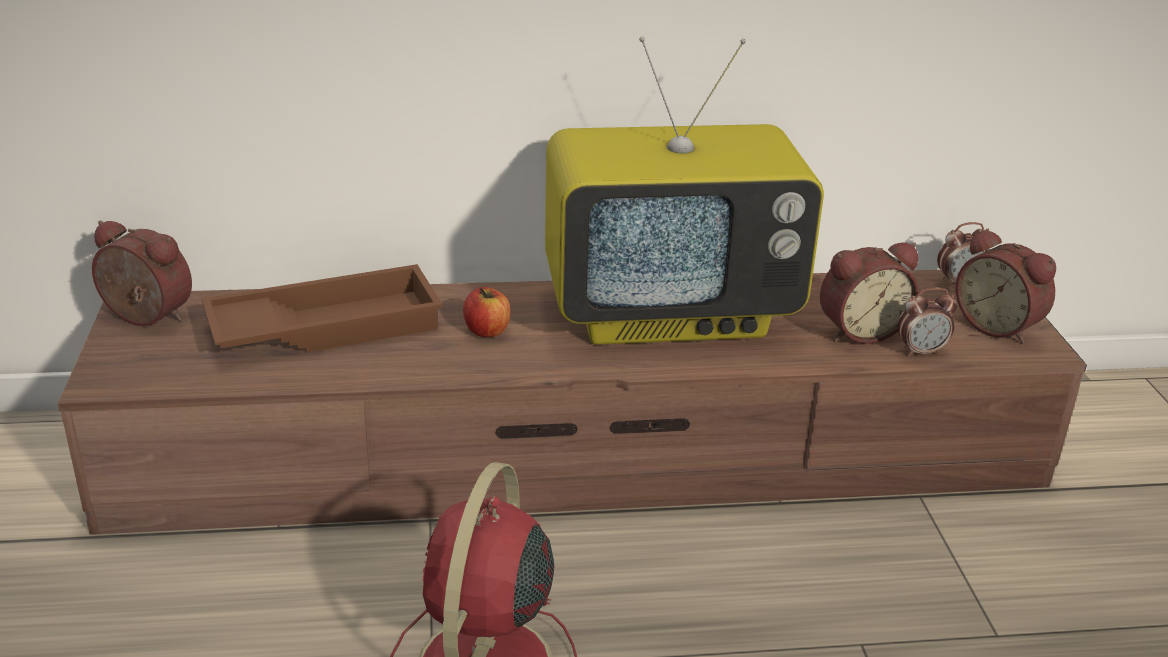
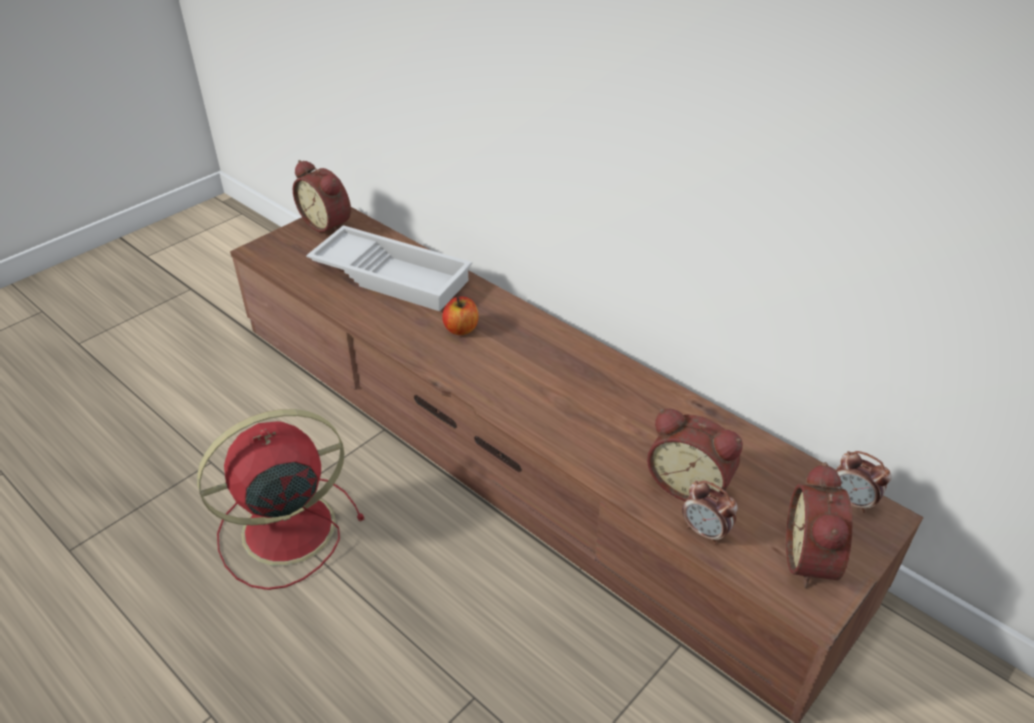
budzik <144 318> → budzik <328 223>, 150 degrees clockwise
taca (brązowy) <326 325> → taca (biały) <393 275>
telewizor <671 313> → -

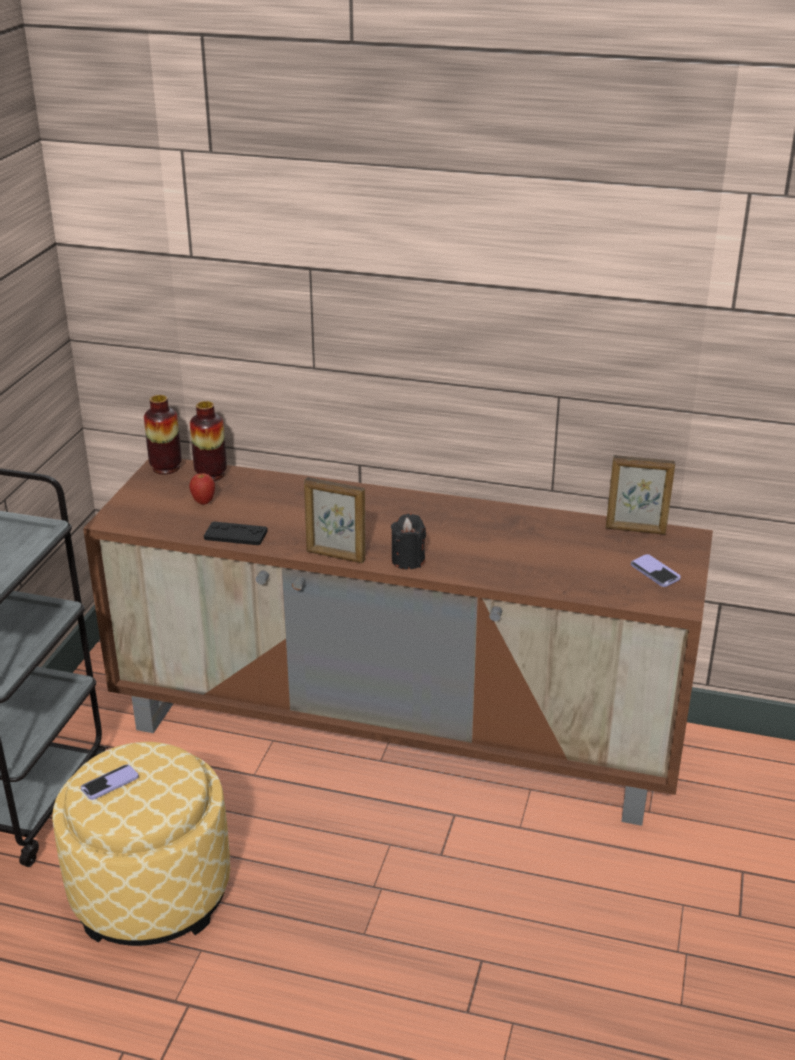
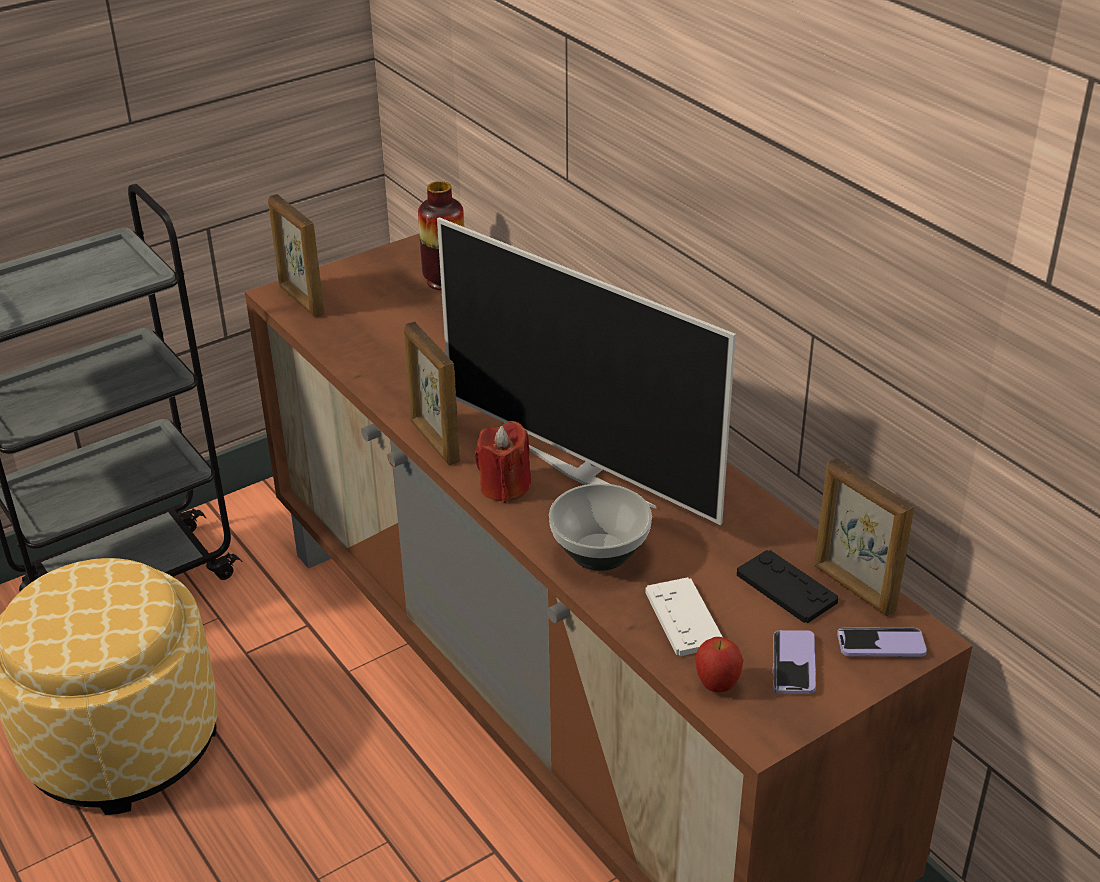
telefon <110 783> → telefon <881 644>, relocated
wazon <166 468> → -
jabłko <203 502> → jabłko <717 685>, relocated
pad do gier (czarny) <236 535> → pad do gier (czarny) <786 588>, relocated
świeca (czarny) <408 560> → świeca (czerwony) <504 487>
- → ramka na zdjęcie <301 300>
- → telewizor <586 472>
- → miska <598 553>
- → pad do gier (biały) <683 618>

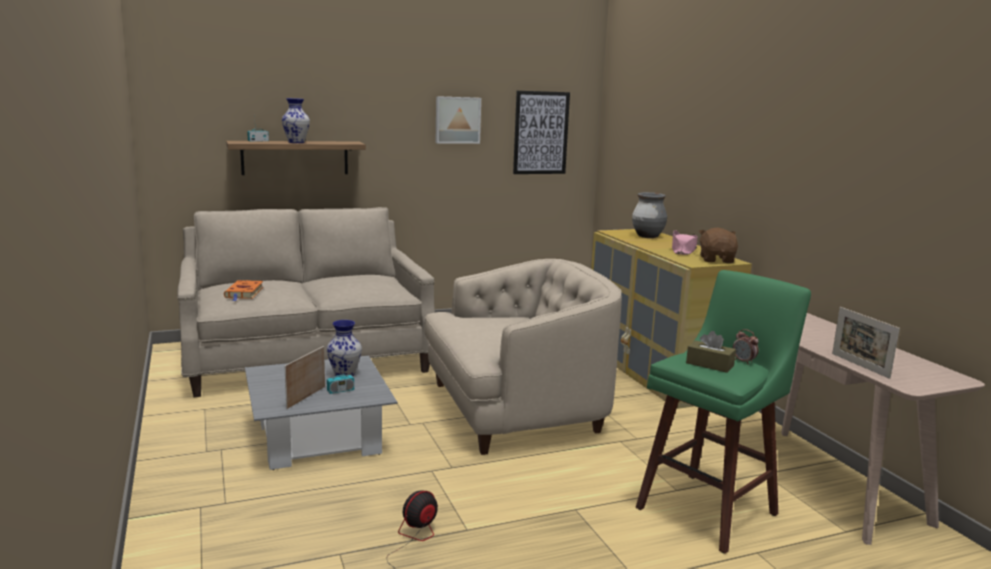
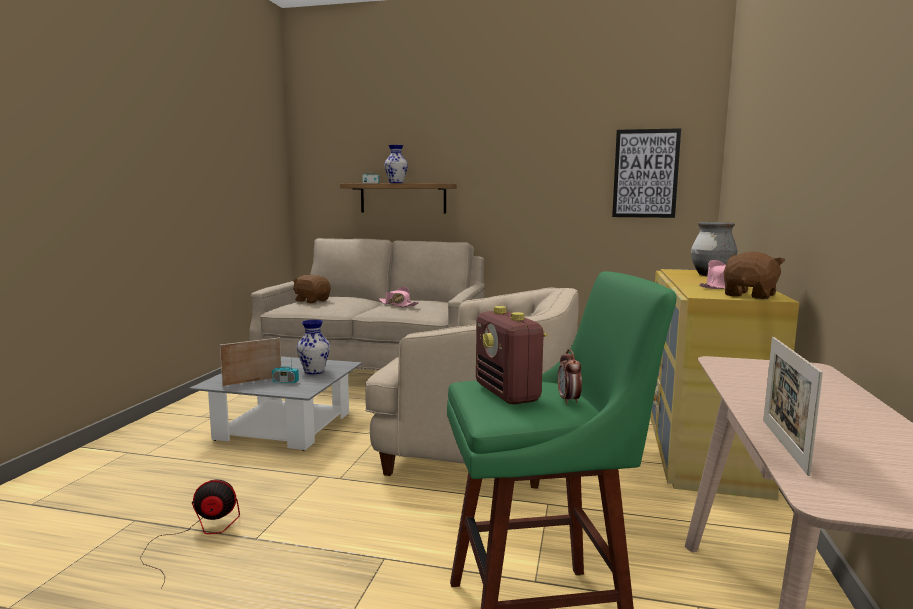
książka (pomarańczowy) <244 293> → pluszak (brązowy) <312 301>
obraz <457 120> → -
pudełko chusteczek (brązowy) <709 364> → radio <508 394>
- → kapelusz (różowy) <397 305>

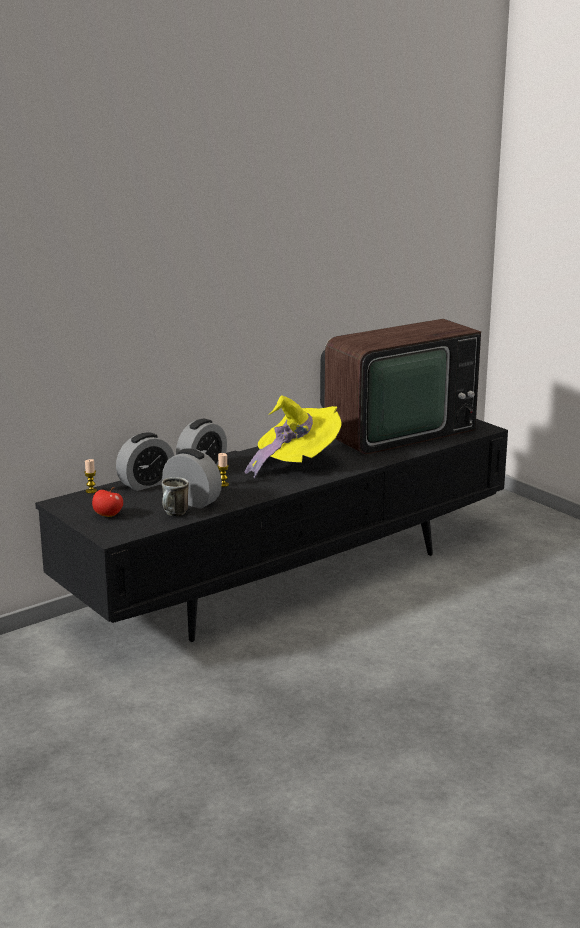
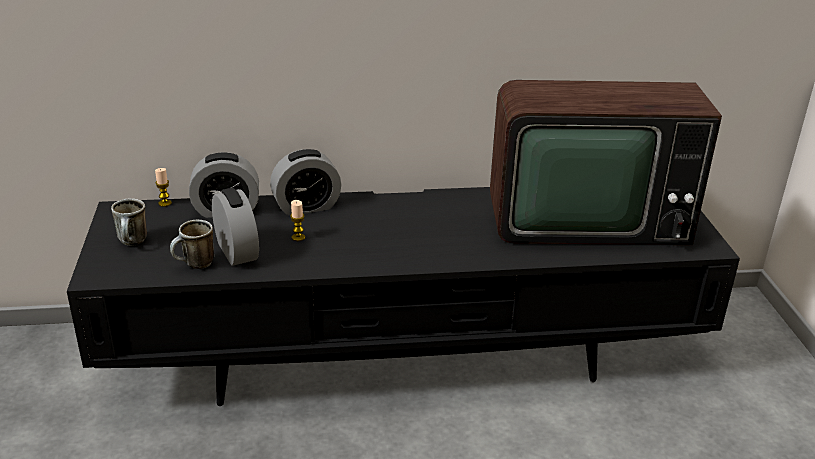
jabłko <108 515> → kubek <133 243>
kapelusz (żółty) <295 464> → -

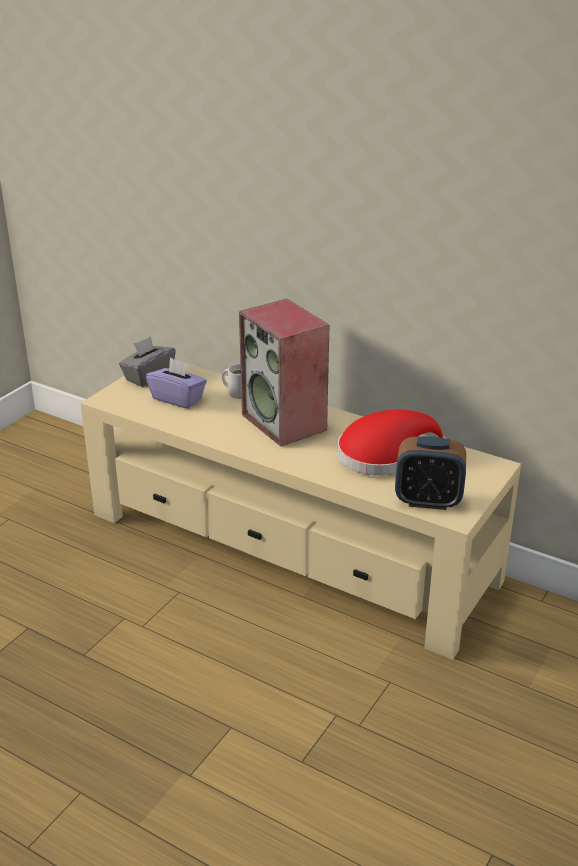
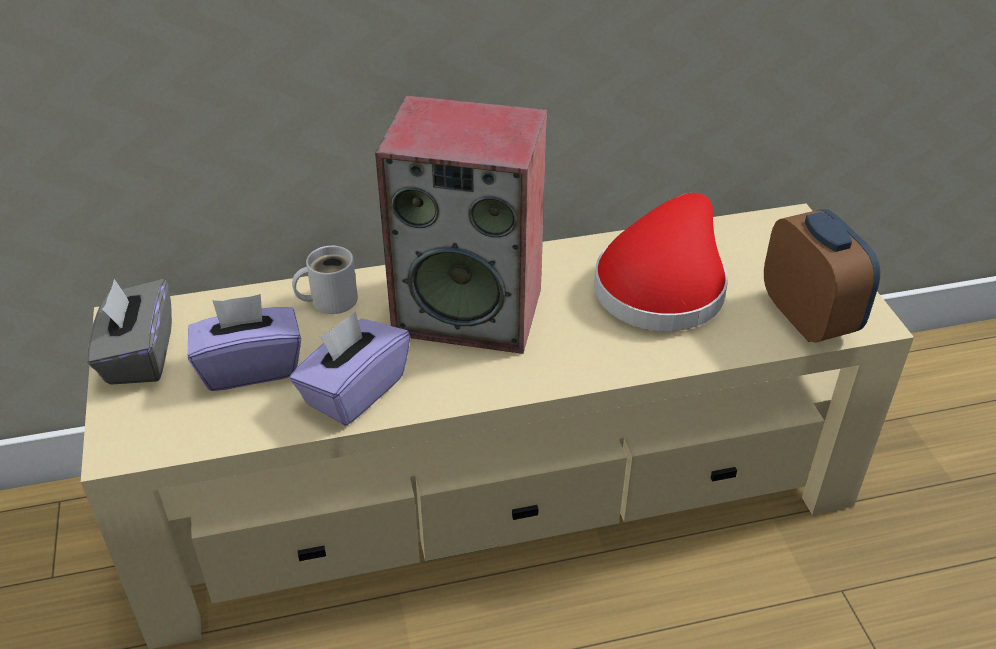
budzik <428 501> → budzik <808 318>, 75 degrees counterclockwise
- → pudełko chusteczek (fioletowy) <354 391>

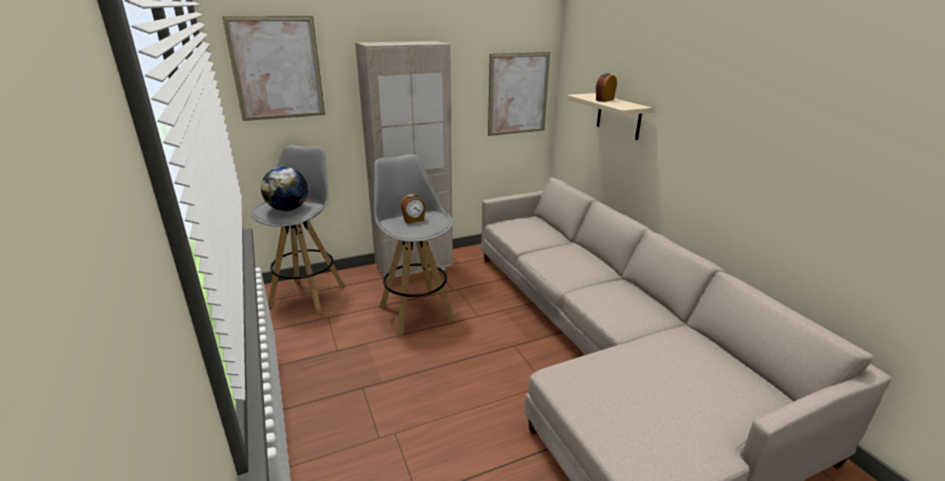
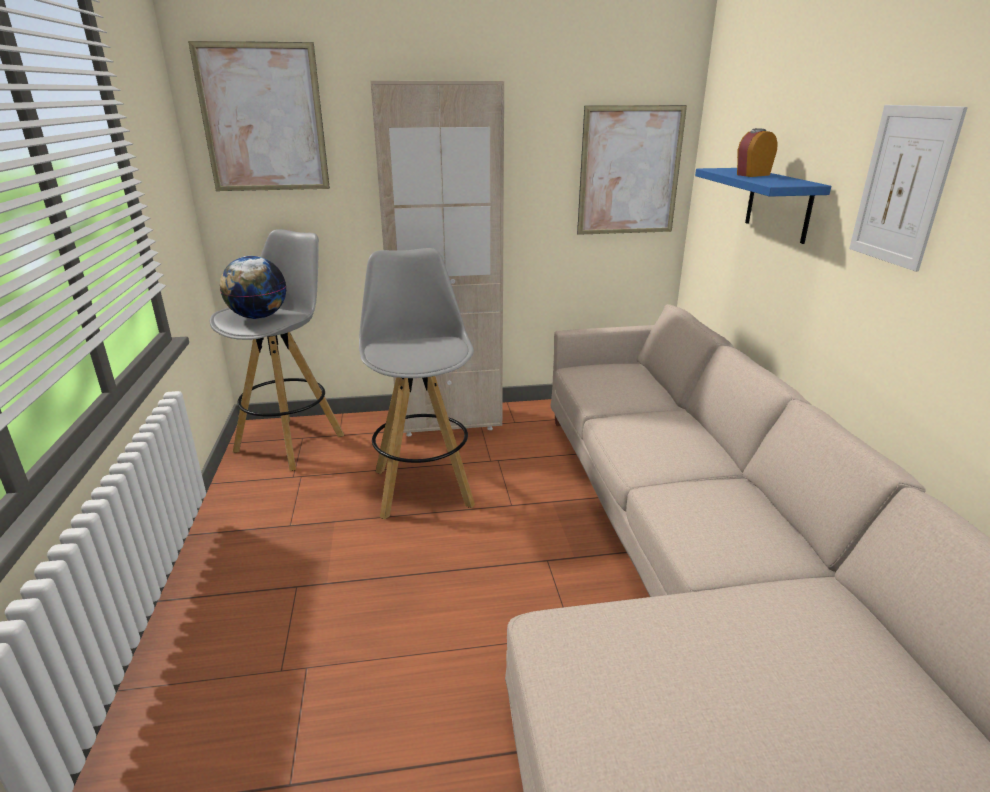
budzik <414 220> → -
półka (beżowy) <618 116> → półka (niebieski) <778 204>
- → obraz <902 186>

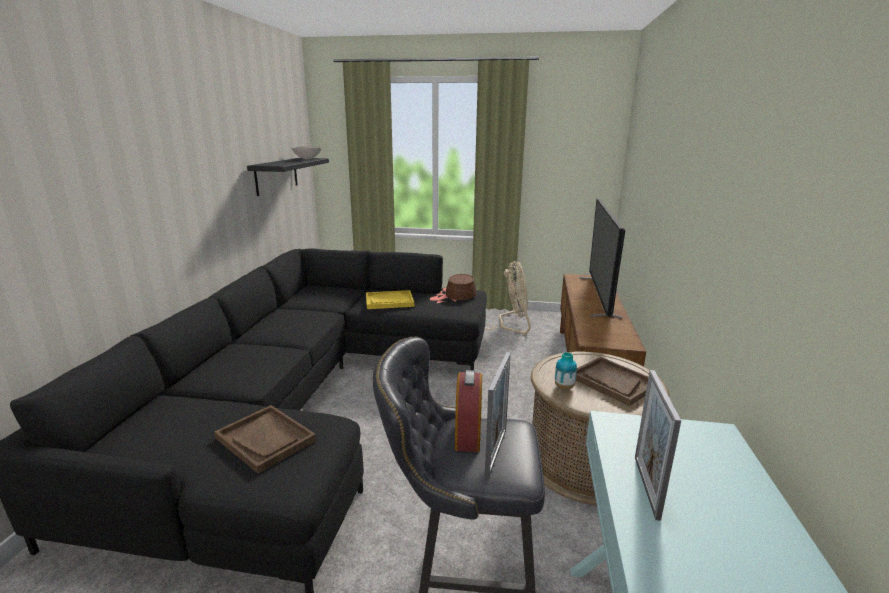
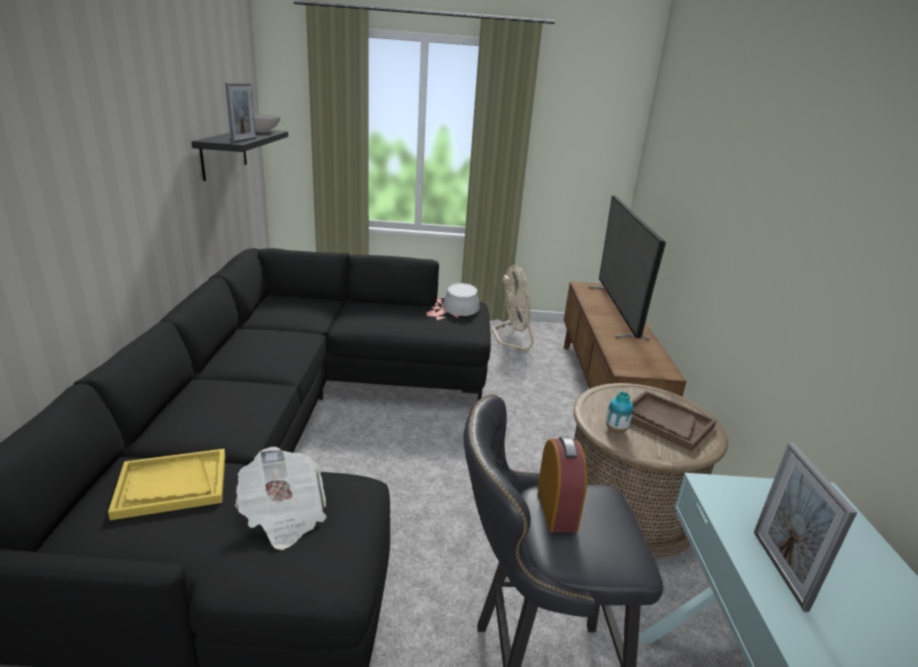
taca (brązowy) <266 439> → gazeta <283 515>
taca (żółty) <389 301> → taca (żółty) <172 485>, relocated
kapelusz (brązowy) <461 292> → kapelusz (szary) <461 305>
ramka na zdjęcie <496 452> → ramka na zdjęcie <244 140>, relocated

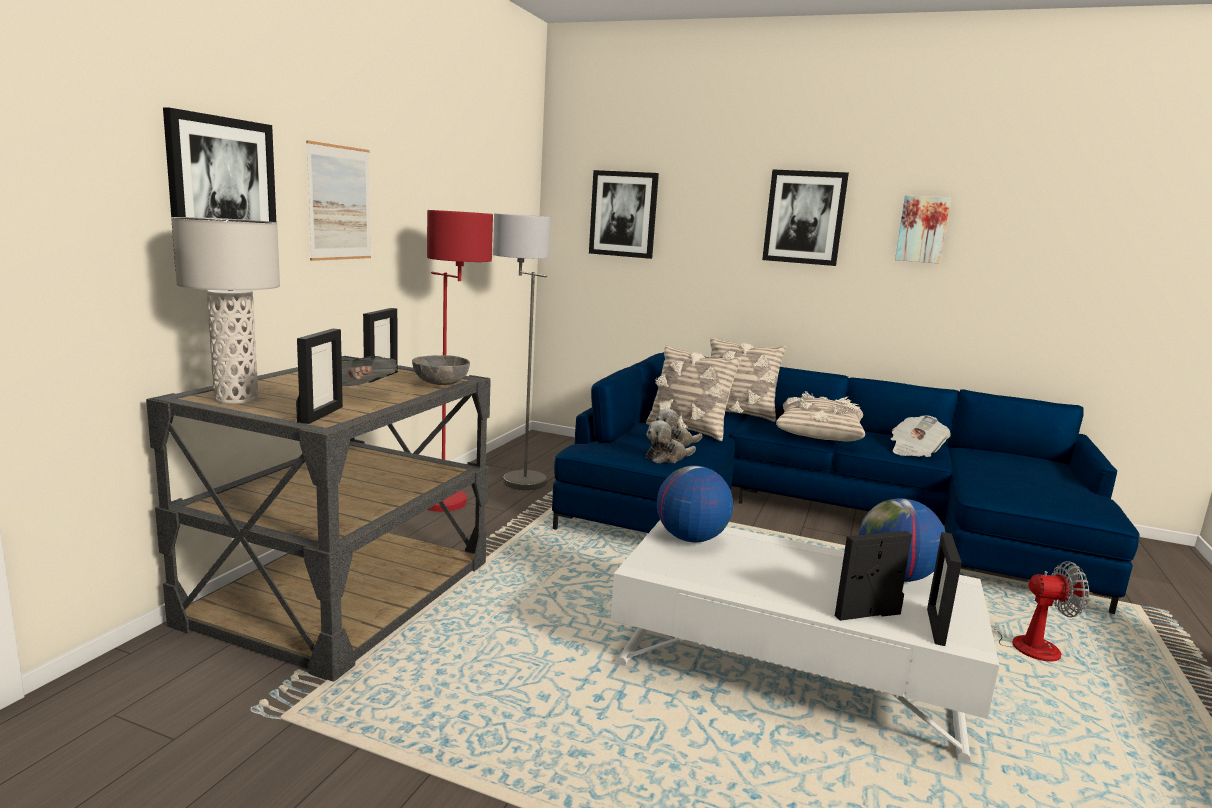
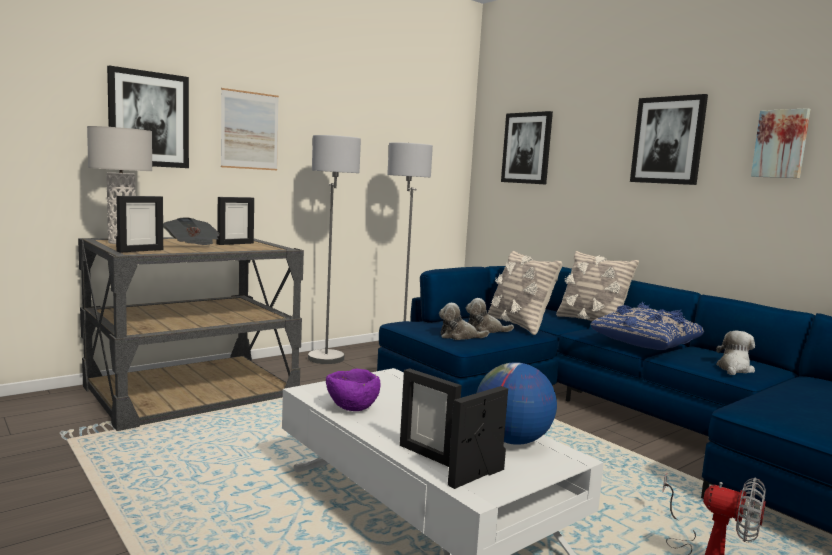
miska (szary) <440 383> → -
lampa stojąca (czerwony) <451 507> → lampa stojąca (szary) <328 362>
globus <690 538> → -
poduszka (beżowy) <818 436> → poduszka (niebieski) <645 345>
ramka na zdjęcie <867 615> → ramka na zdjęcie <427 454>, 150 degrees counterclockwise
gazeta <915 451> → pluszak <734 369>
- → miska (fioletowy) <351 408>

